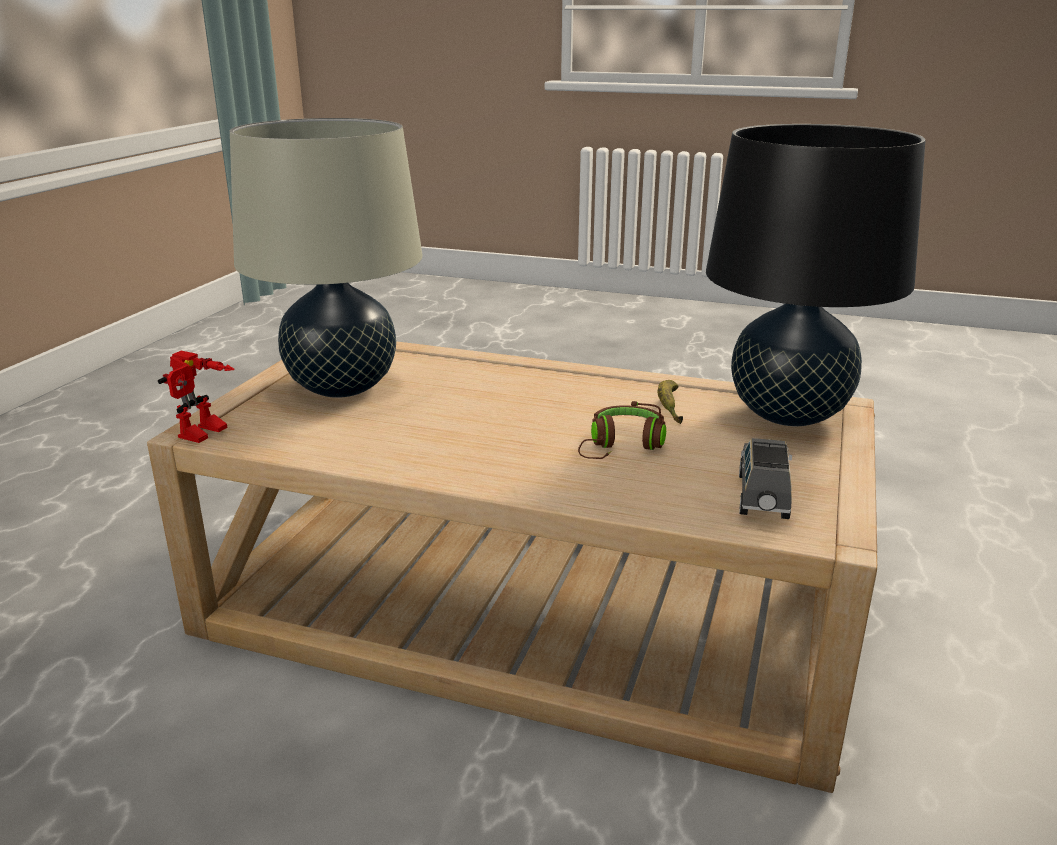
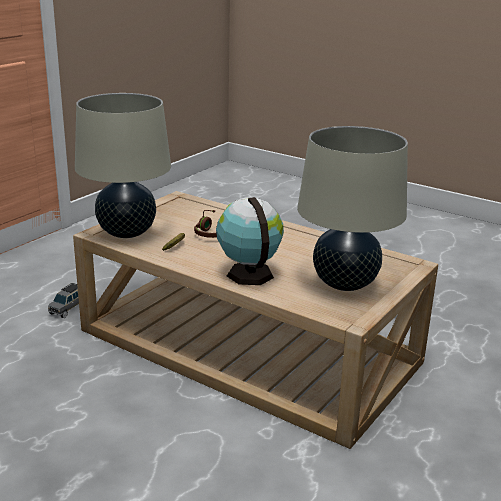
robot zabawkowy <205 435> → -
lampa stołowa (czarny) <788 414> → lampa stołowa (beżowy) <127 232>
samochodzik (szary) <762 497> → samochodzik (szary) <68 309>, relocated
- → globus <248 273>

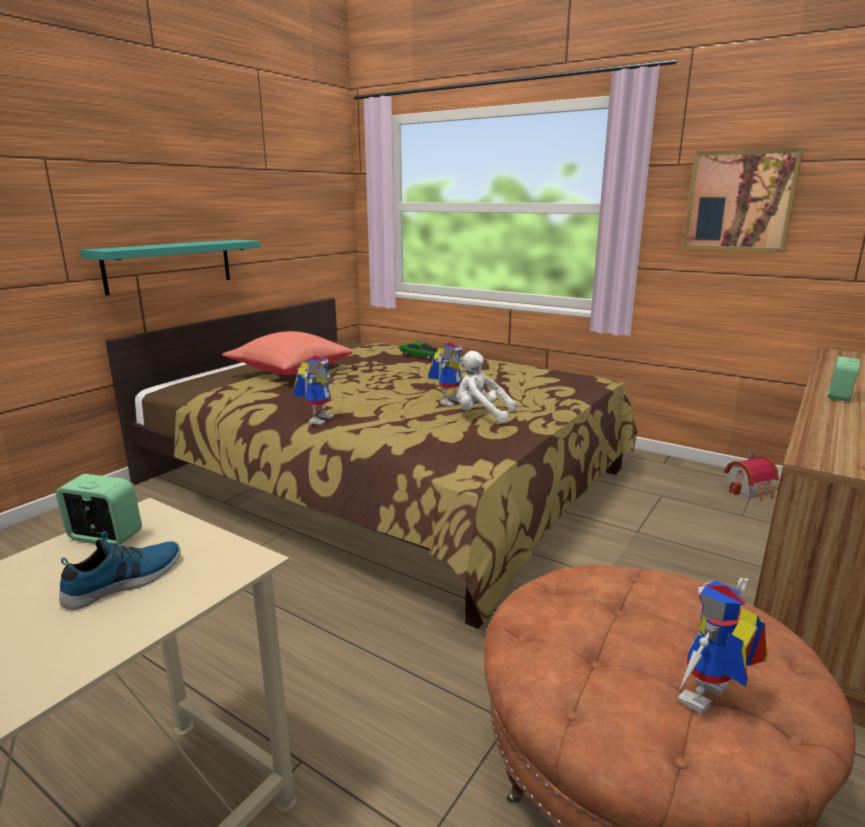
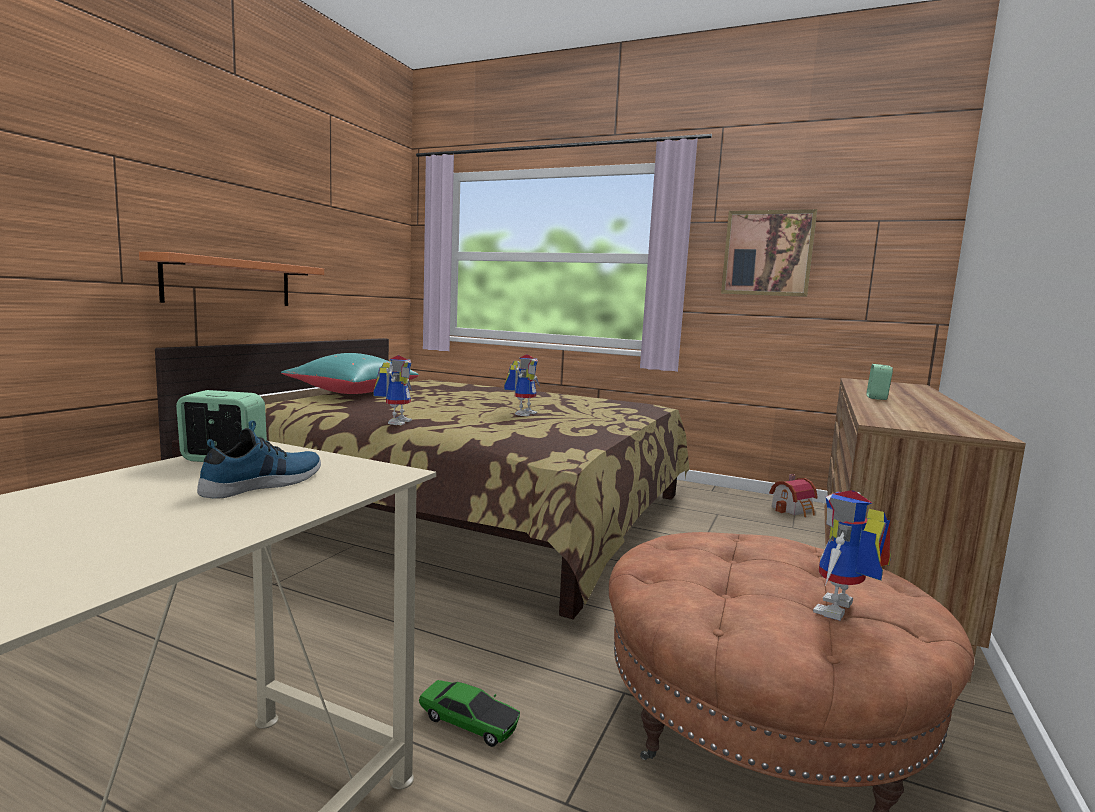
półka (turkusowy) <169 265> → półka (pomarańczowy) <229 282>
poduszka (czerwony) <289 372> → poduszka (turkusowy) <351 393>
samochodzik <420 356> → samochodzik <469 722>, relocated
pluszak (biały) <481 415> → -

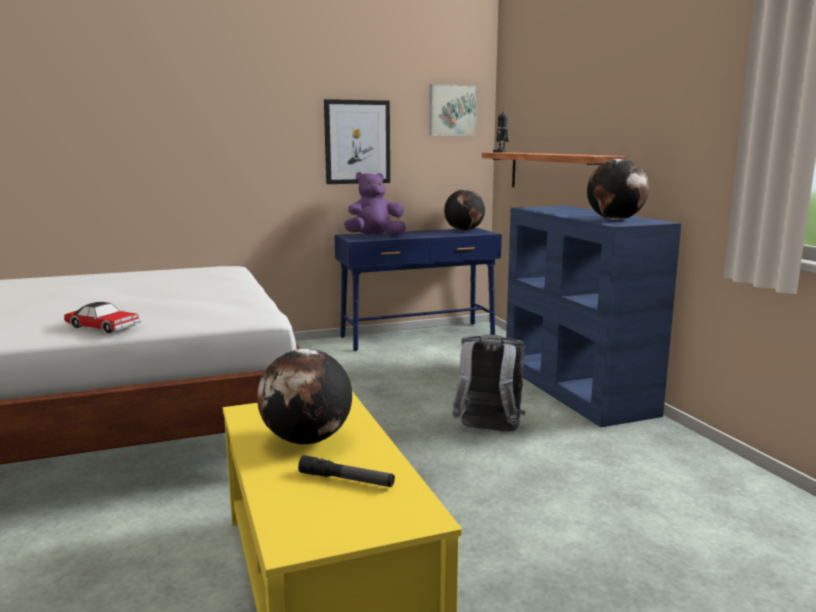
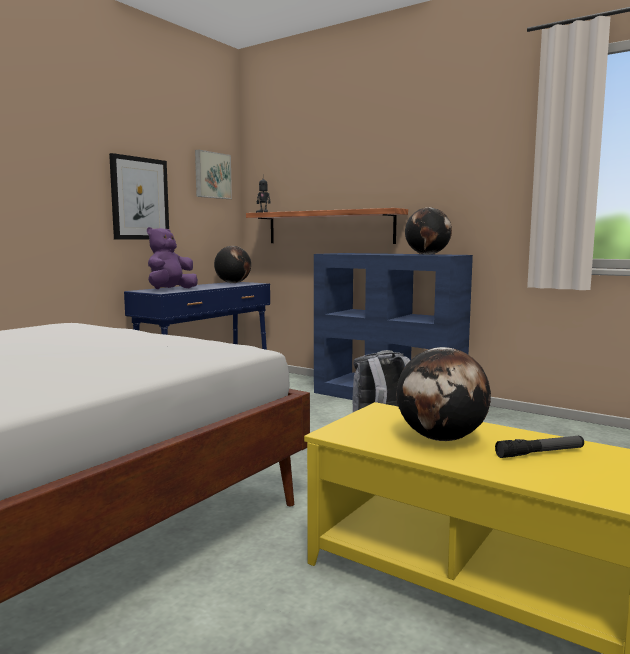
samochodzik <103 326> → -

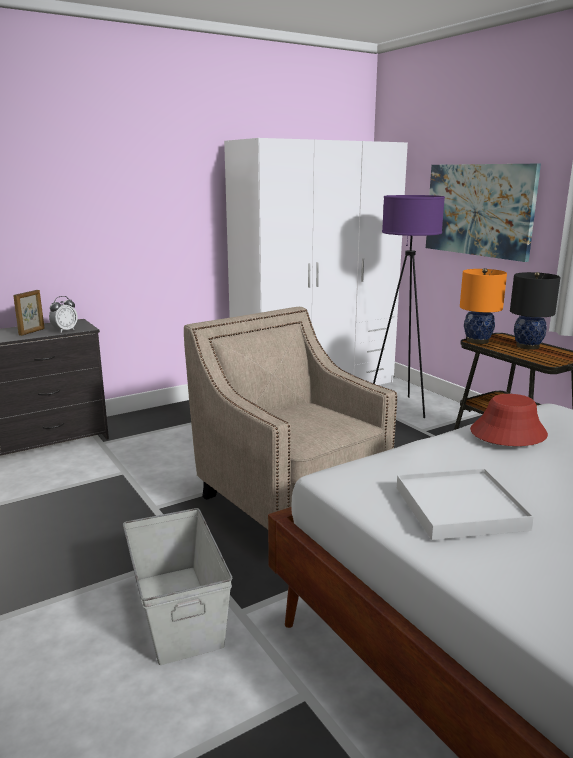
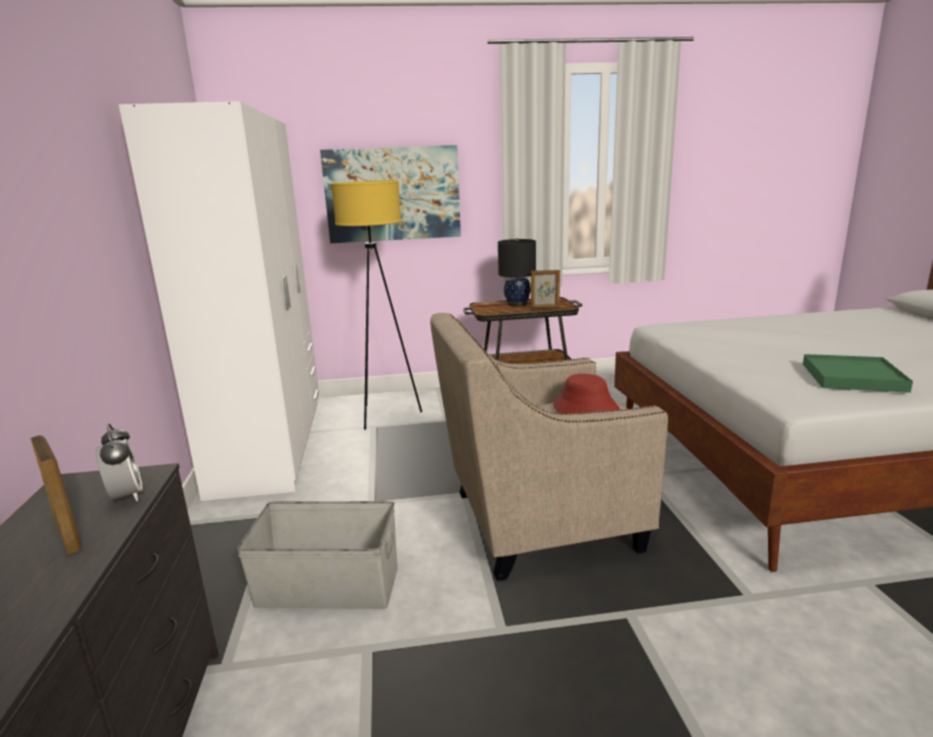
pojemnik do przechowywania (szary) <178 610> → pojemnik do przechowywania (szary) <327 586>, relocated
lampa stojąca (fioletowy) <400 407> → lampa stojąca (żółty) <385 415>
taca (biały) <459 508> → taca (zielony) <853 377>
lampa stołowa (pomarańczowy) <477 341> → -
kapelusz (czerwony) <508 433> → kapelusz (czerwony) <585 408>, relocated
- → ramka na zdjęcie <545 308>

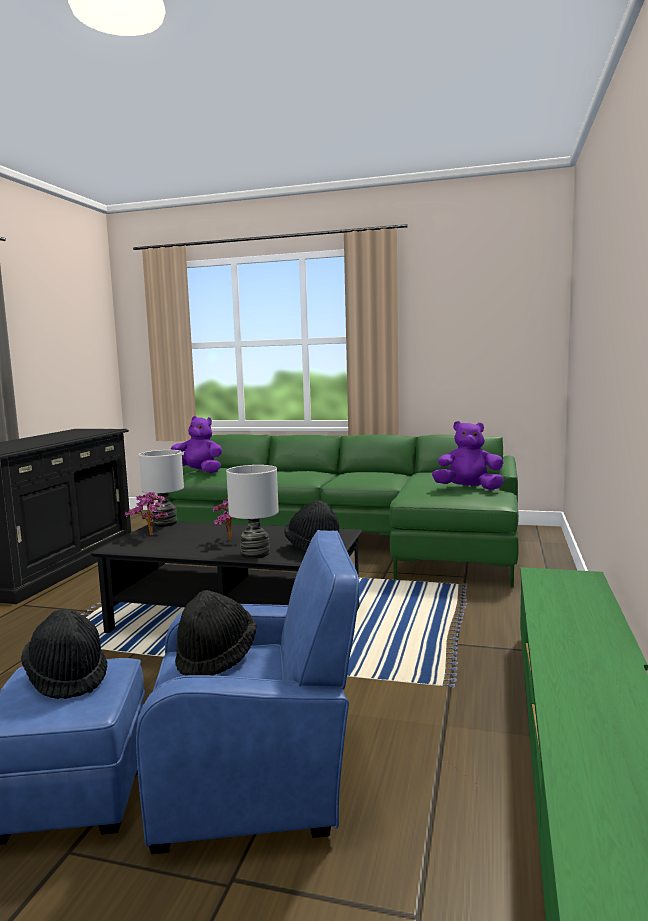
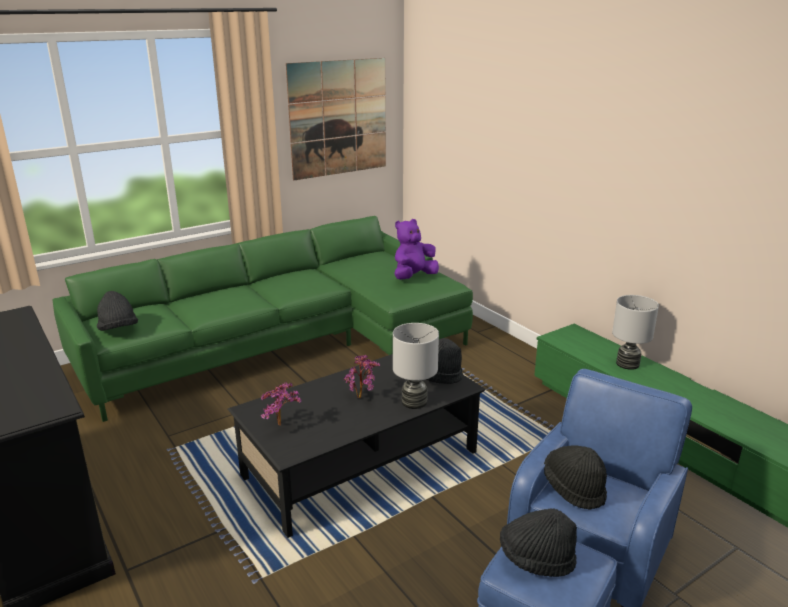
lampa stołowa (szary) <165 523> → lampa stołowa (szary) <627 364>, relocated
pluszak (fioletowy) <198 472> → kapelusz (czarny) <118 329>
- → obraz <338 118>

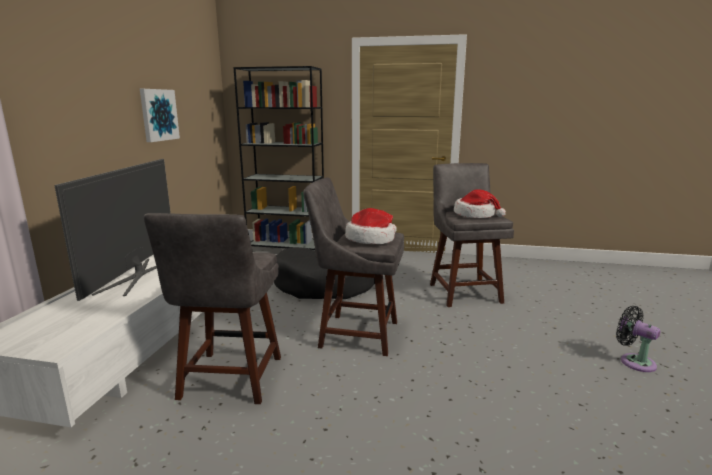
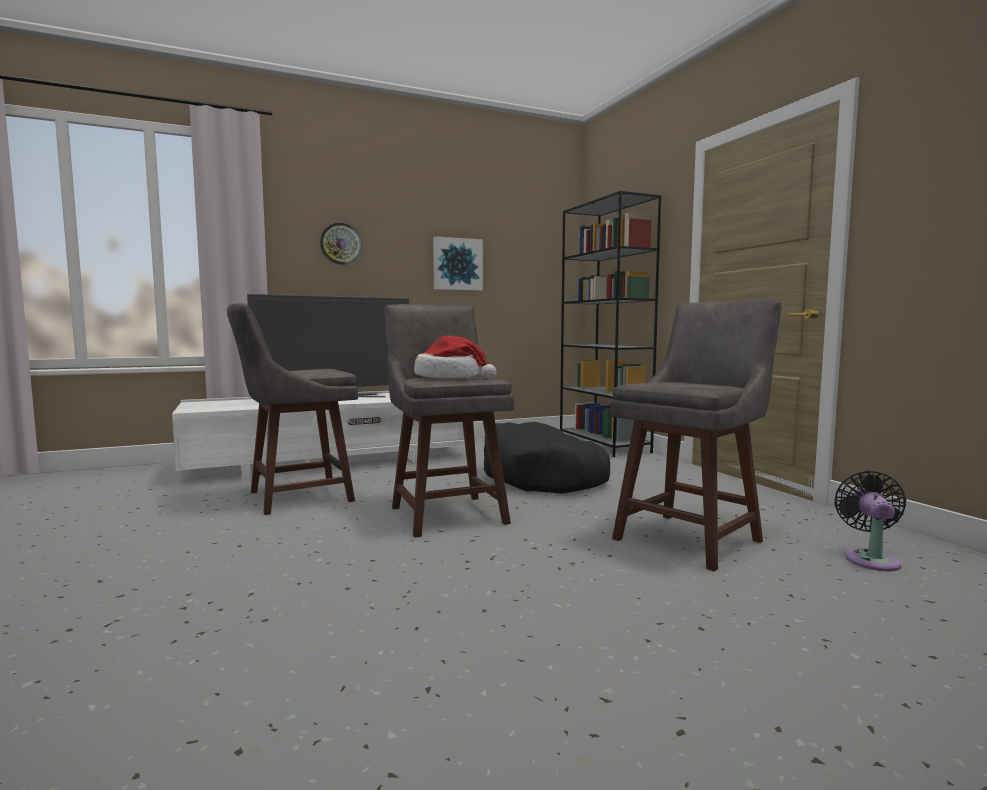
kapelusz <475 215> → -
wentylator (czarny) <634 361> → wentylator (czarny) <870 559>, relocated
- → zegar ścienny <340 244>

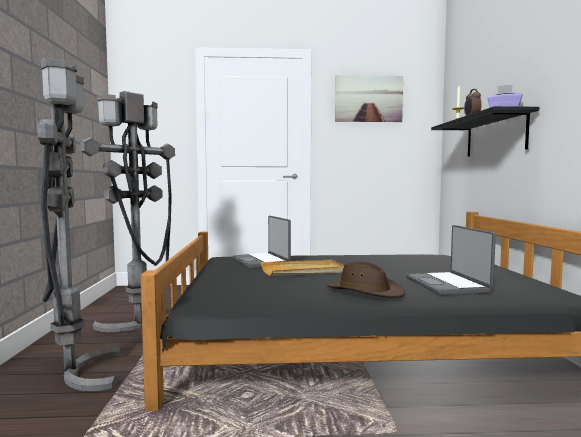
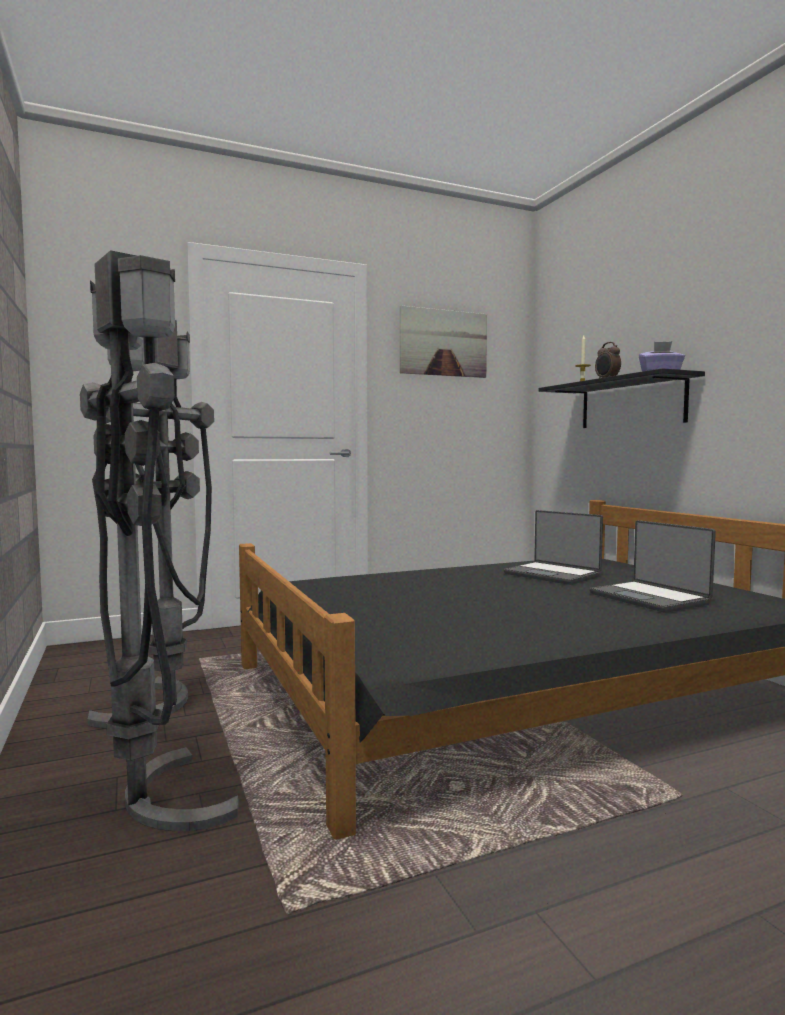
laptop <261 261> → laptop <553 575>, relocated
taca (beżowy) <303 271> → -
kapelusz (brązowy) <364 291> → -

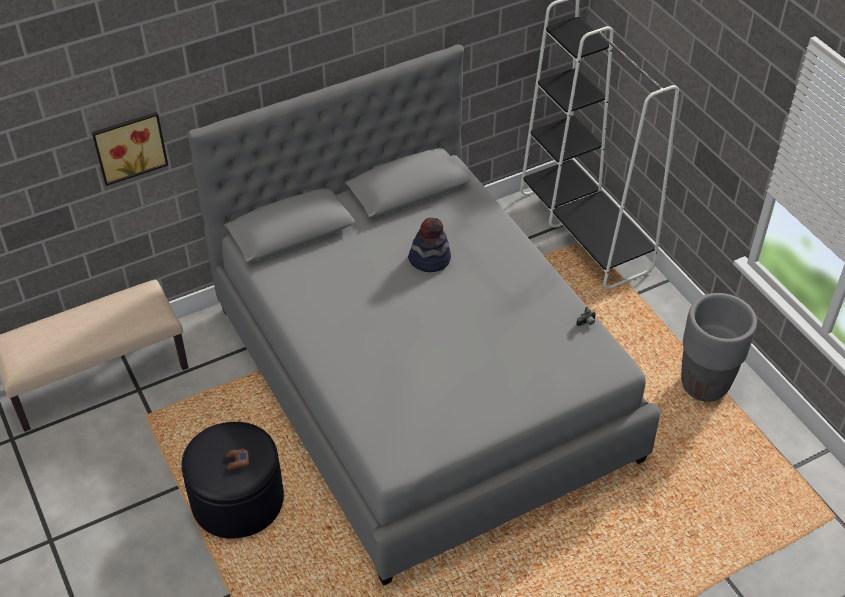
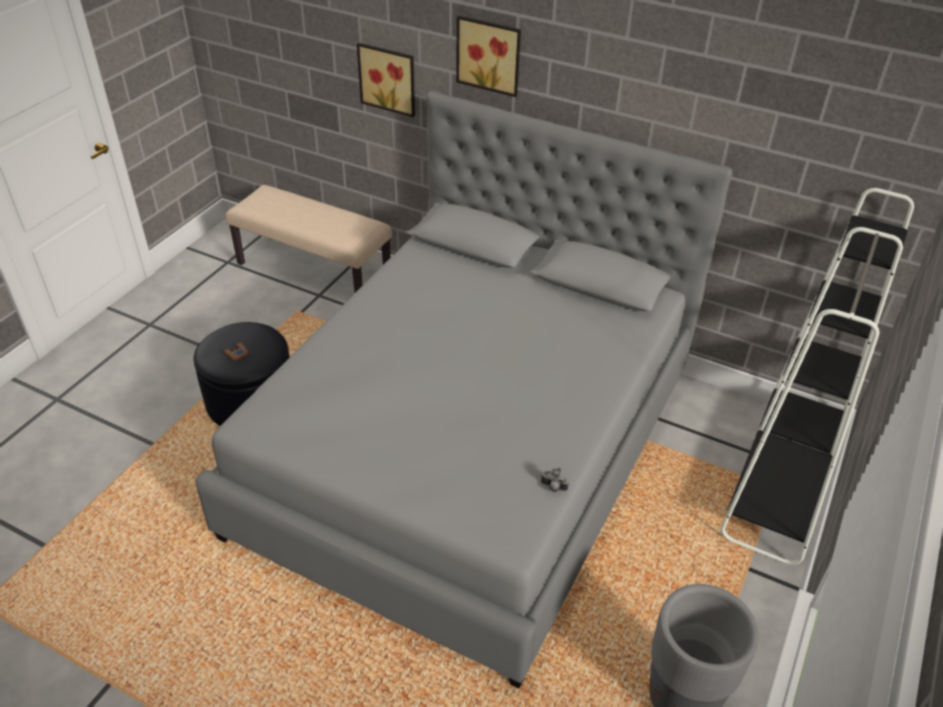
kapelusz <429 259> → -
- → obraz <489 54>

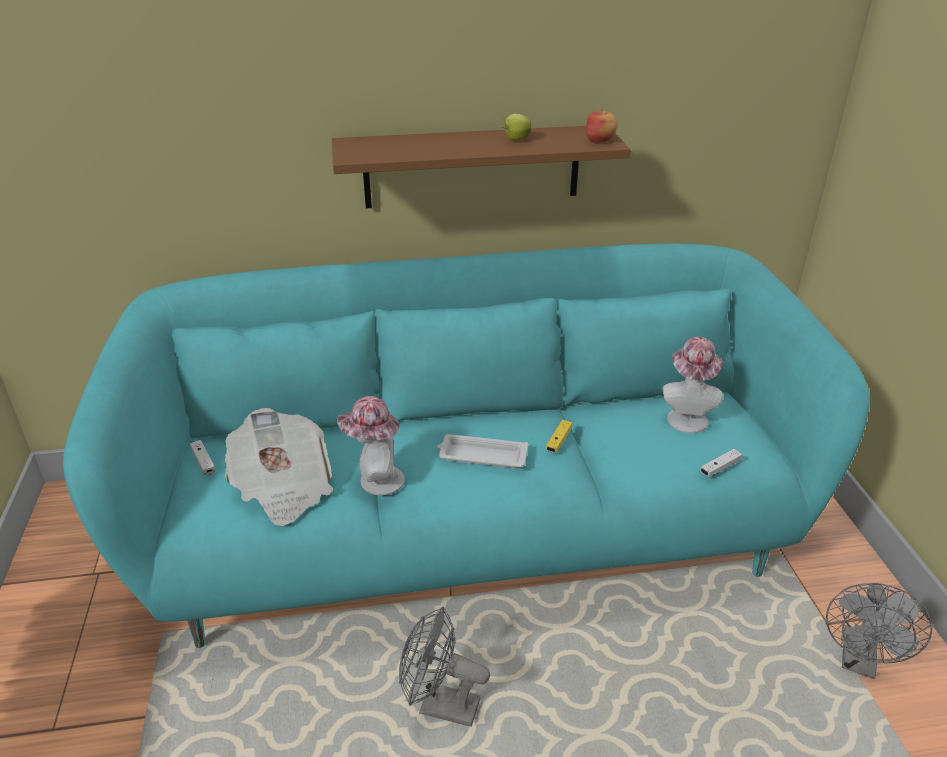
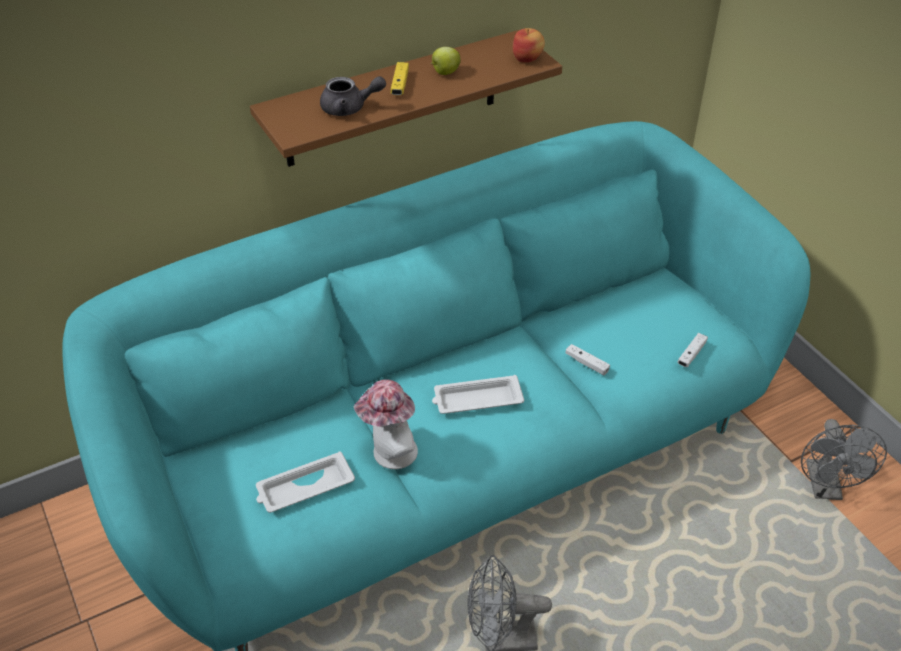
pad do gier (biały) <203 462> → pad do gier (biały) <586 363>, relocated
gazeta <283 487> → taca (biały) <304 487>
pad do gier (żółty) <558 441> → pad do gier (żółty) <400 84>, relocated
kapelusz <686 417> → -
- → imbryk (szary) <349 108>

